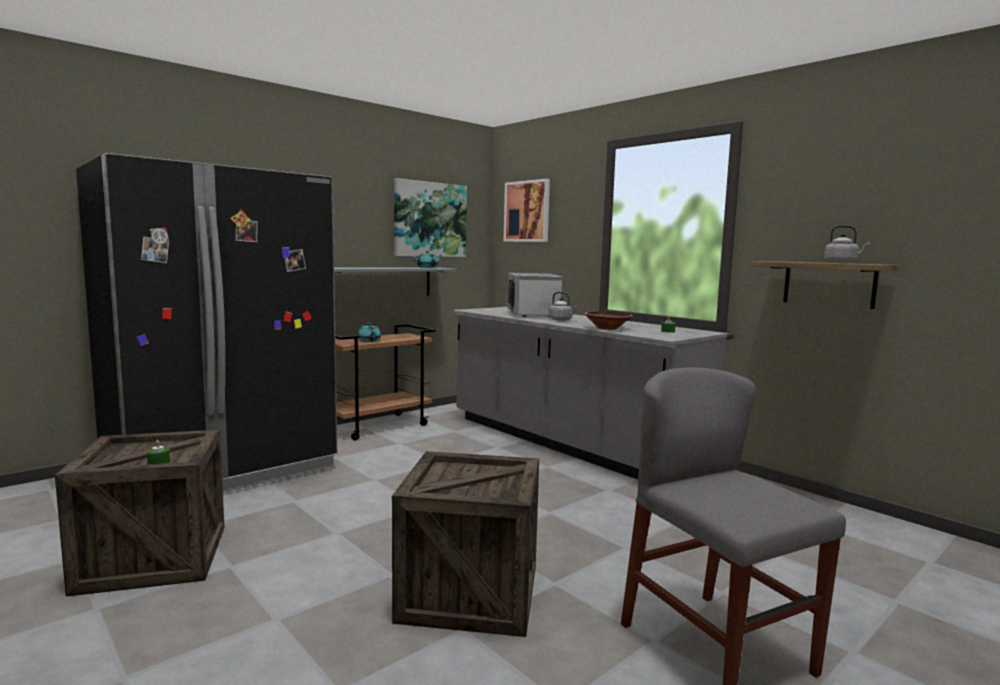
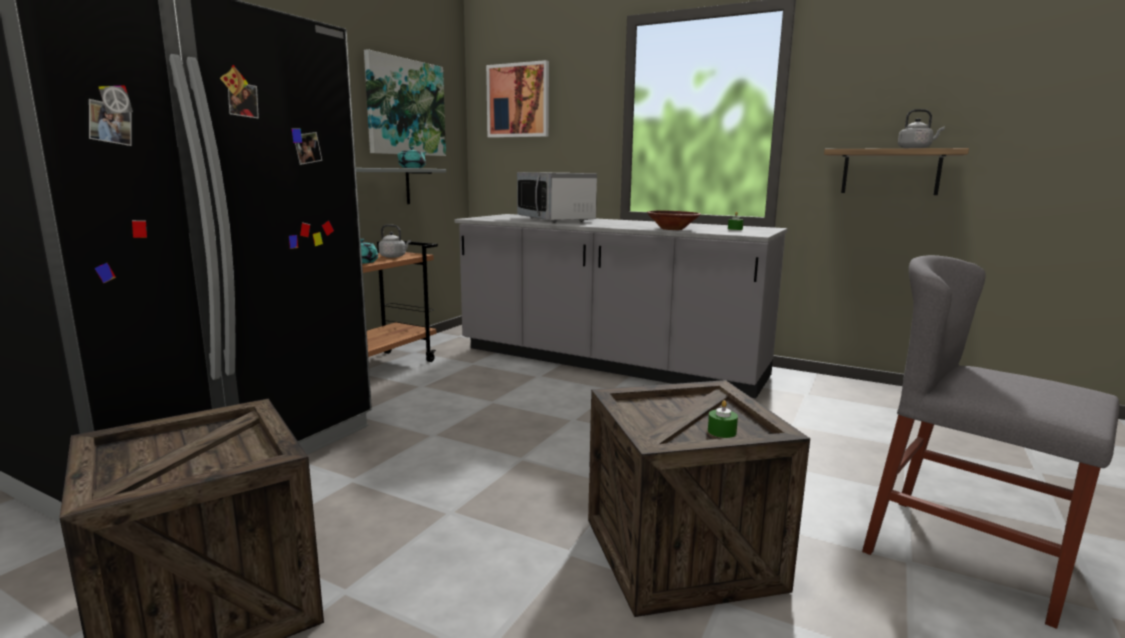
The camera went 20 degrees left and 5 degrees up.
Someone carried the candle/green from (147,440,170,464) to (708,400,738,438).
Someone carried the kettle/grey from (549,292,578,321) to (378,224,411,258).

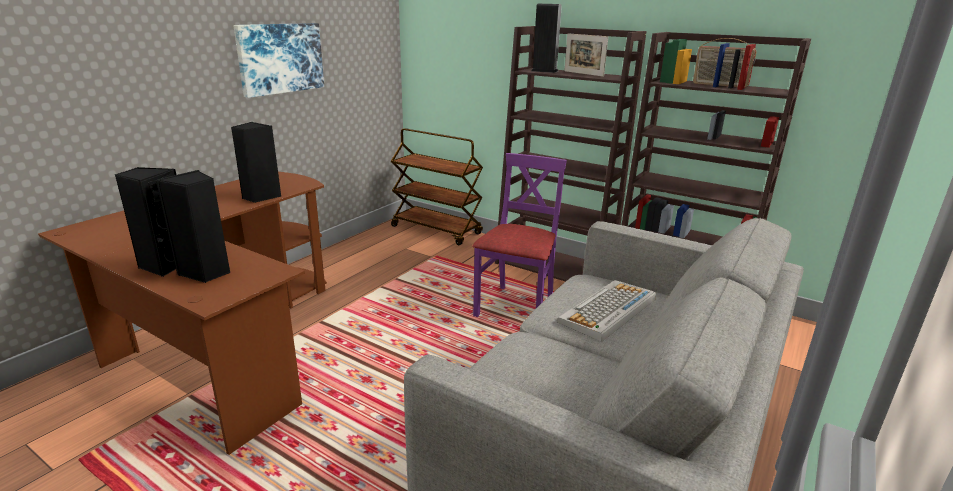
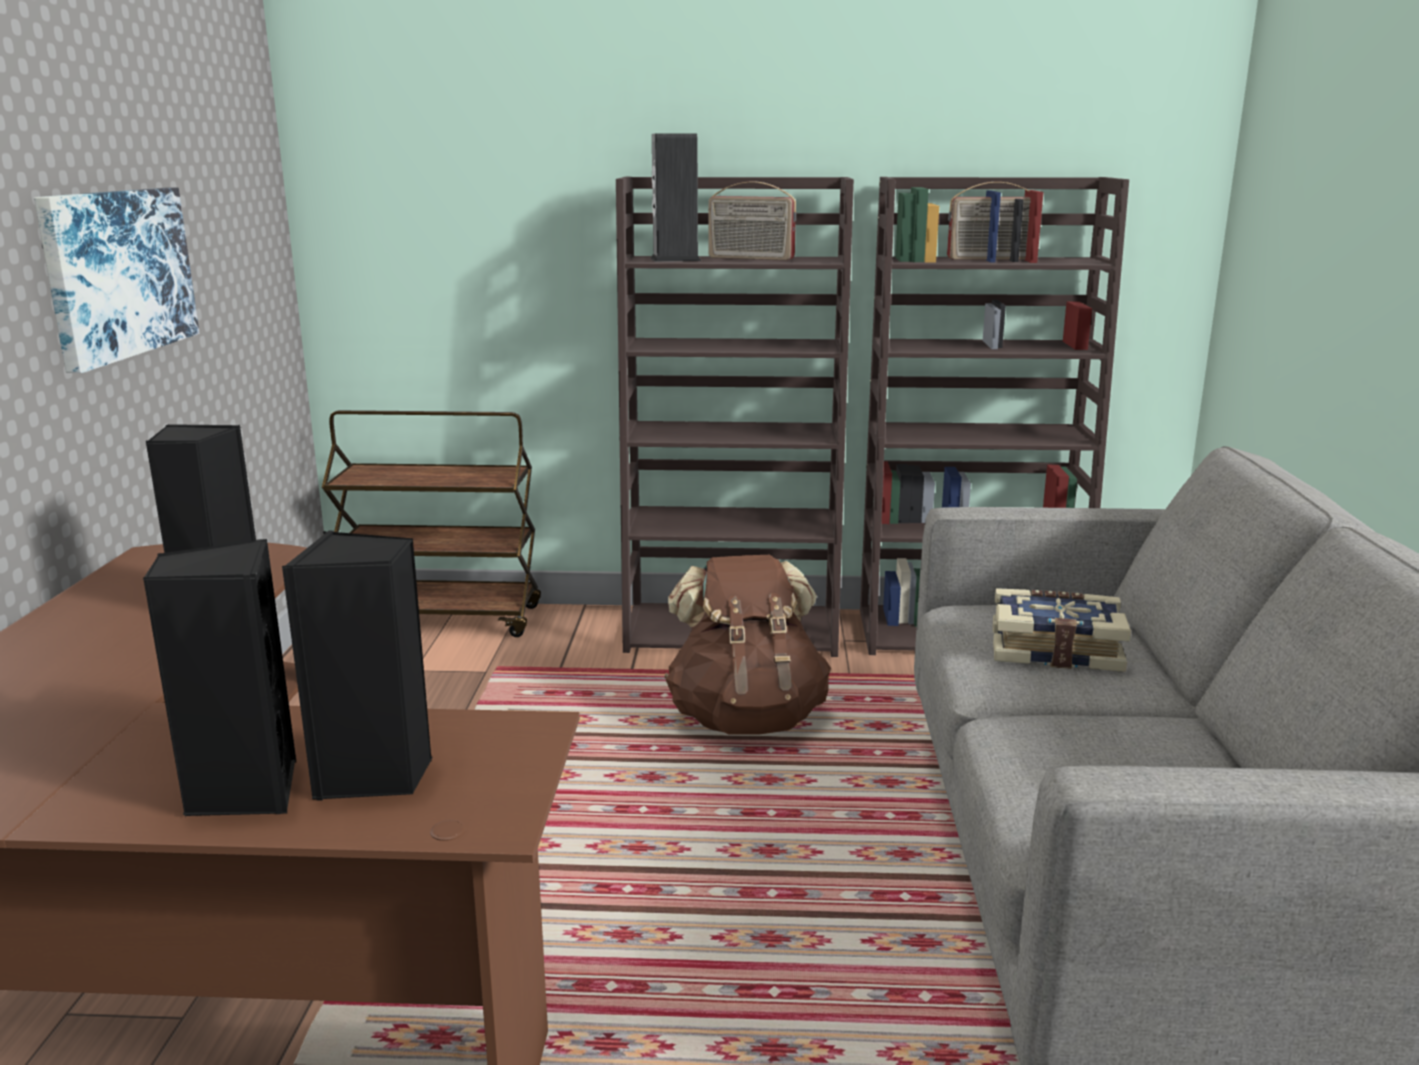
The camera went 30 degrees left and 5 degrees down.
Someone swapped the chair/purple-coloured at (473,153,567,317) for the knapsack/brown at (664,555,831,735).
Someone swapped the computer keyboard at (557,280,656,342) for the volume at (992,588,1131,672).
Someone swapped the photo frame at (564,33,608,77) for the radio set at (708,182,796,261).

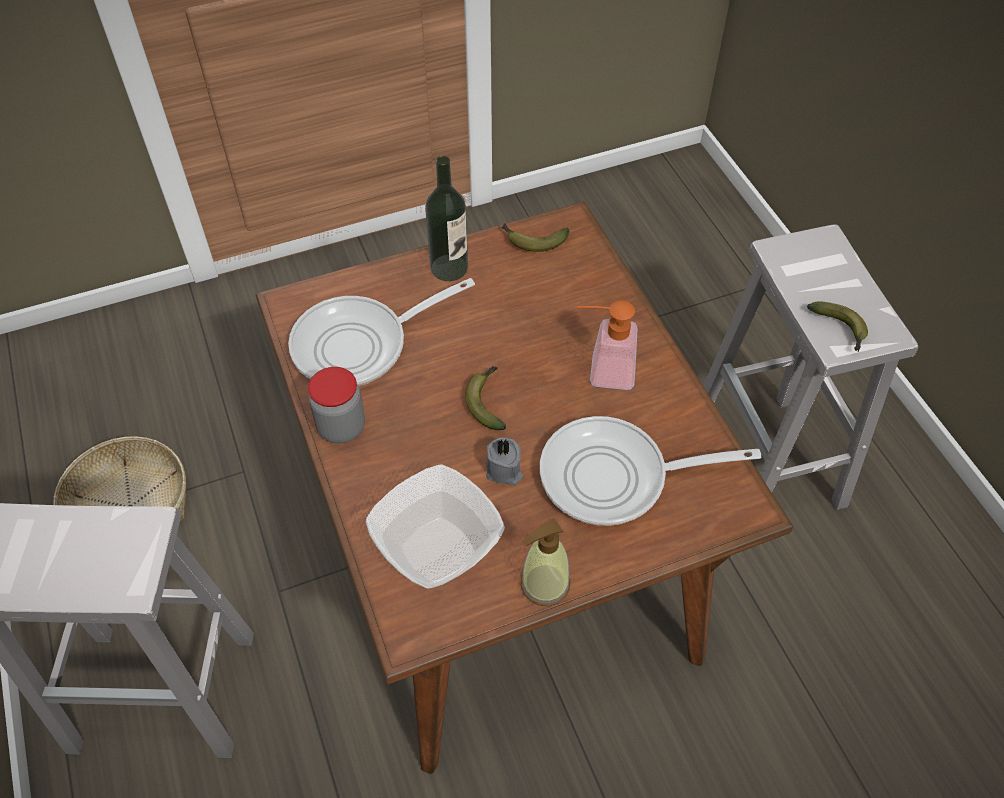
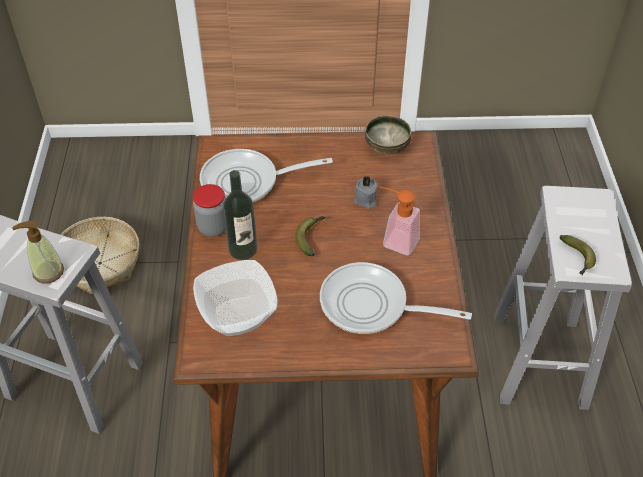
The camera went 20 degrees right and 5 degrees down.
Someone carried the drink bottle from (425,156,468,281) to (223,170,257,260).
Someone carried the candle/grey from (486,437,523,486) to (354,176,377,209).
Someone carried the liquid soap bottle from (521,518,570,606) to (12,221,64,283).
Someone swapped the banana at (502,223,570,252) for the deep dish at (365,115,412,154).

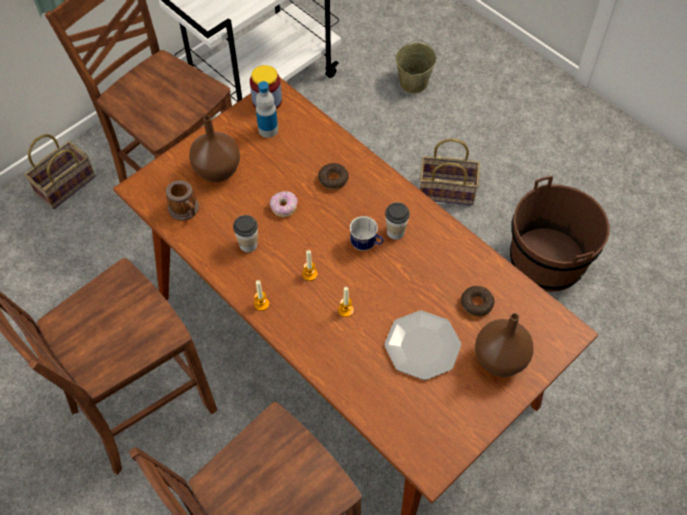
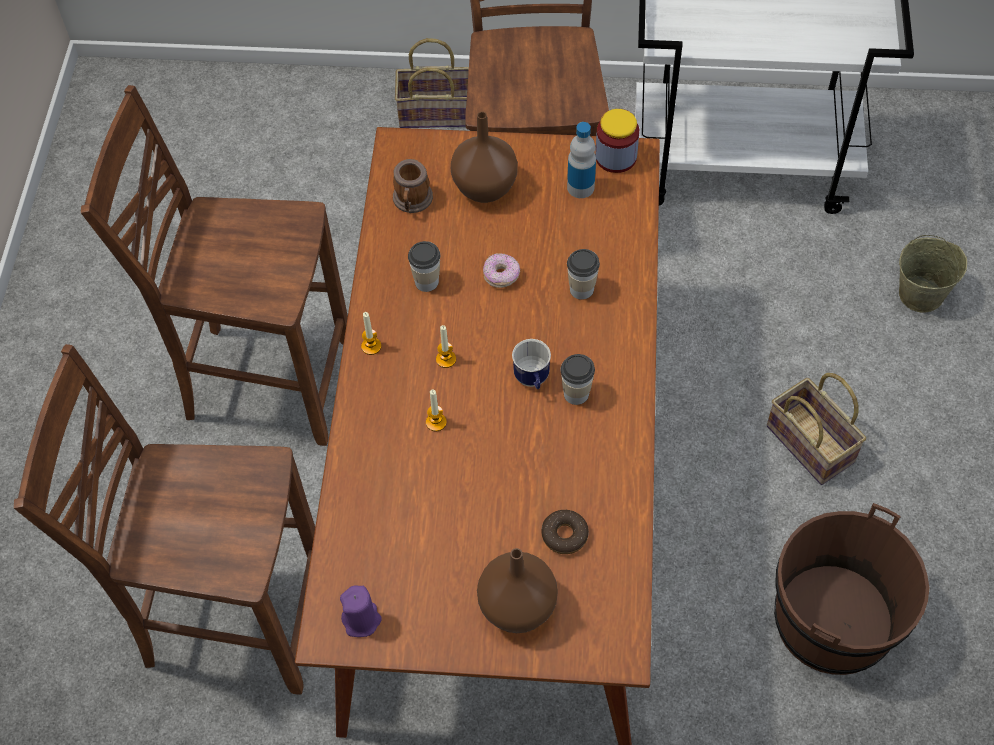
The camera went 50 degrees right and 0 degrees up.
Someone took away the dinner plate at (385,311,461,380).
Someone put down the candle/purple-coloured at (340,585,382,637).
Someone swapped the ring doughnut at (318,163,349,190) for the small cup at (567,249,600,300).

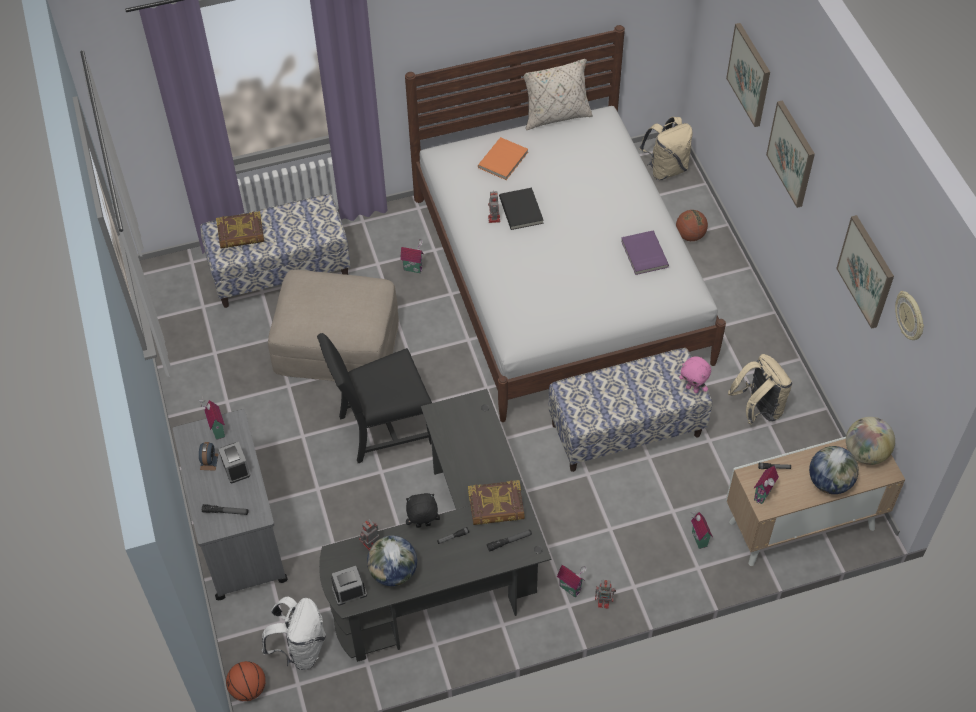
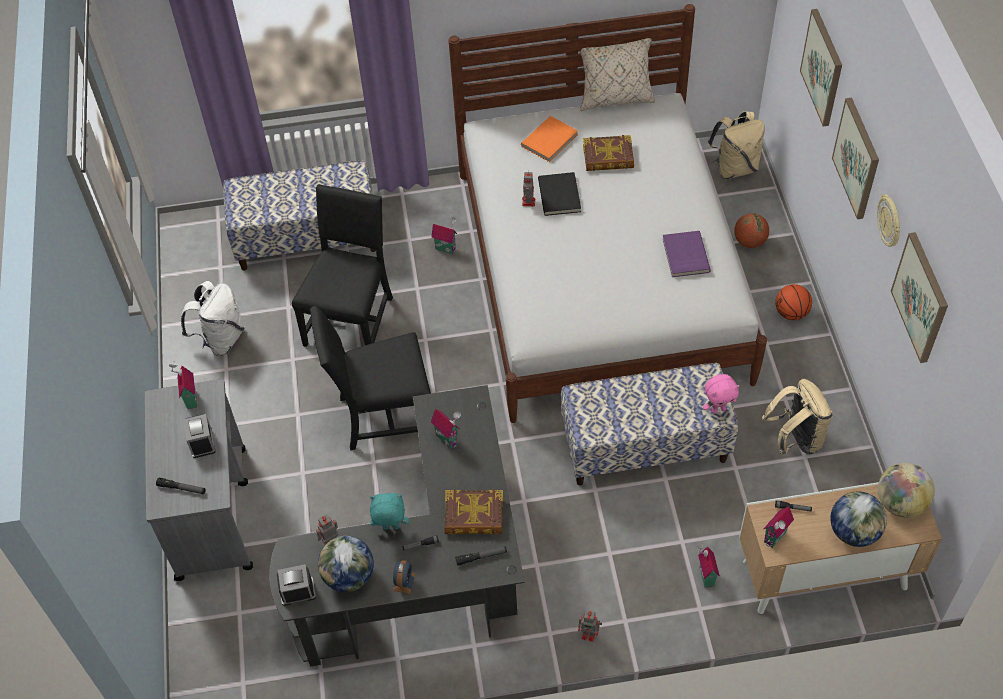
The camera went 10 degrees right and 0 degrees up.
Someone carried the bedside clock from (199,442,218,471) to (393,560,415,594).
Someone carried the volume from (216,211,264,248) to (583,135,634,171).
Someone carried the ball for basketball from (226,661,266,701) to (775,284,812,320).
Someone carried the knapsack/white from (262,597,326,670) to (181,281,245,356).
Someone carried the toy house from (557,565,587,597) to (431,408,461,449).
Someone carried the hanging clock from (895,291,924,340) to (877,194,900,247).
Someone swapped the pouffe/beige at (268,269,399,381) for the chair/black-coloured at (292,184,393,347).
Someone repainted the cuddly toy/black-coloured at (406,493,440,528), which became the cuddly toy/turquoise-coloured at (370,493,409,530).
Someone rotated the cuddly toy/pinkish at (679,356,711,393) by 60 degrees counterclockwise.

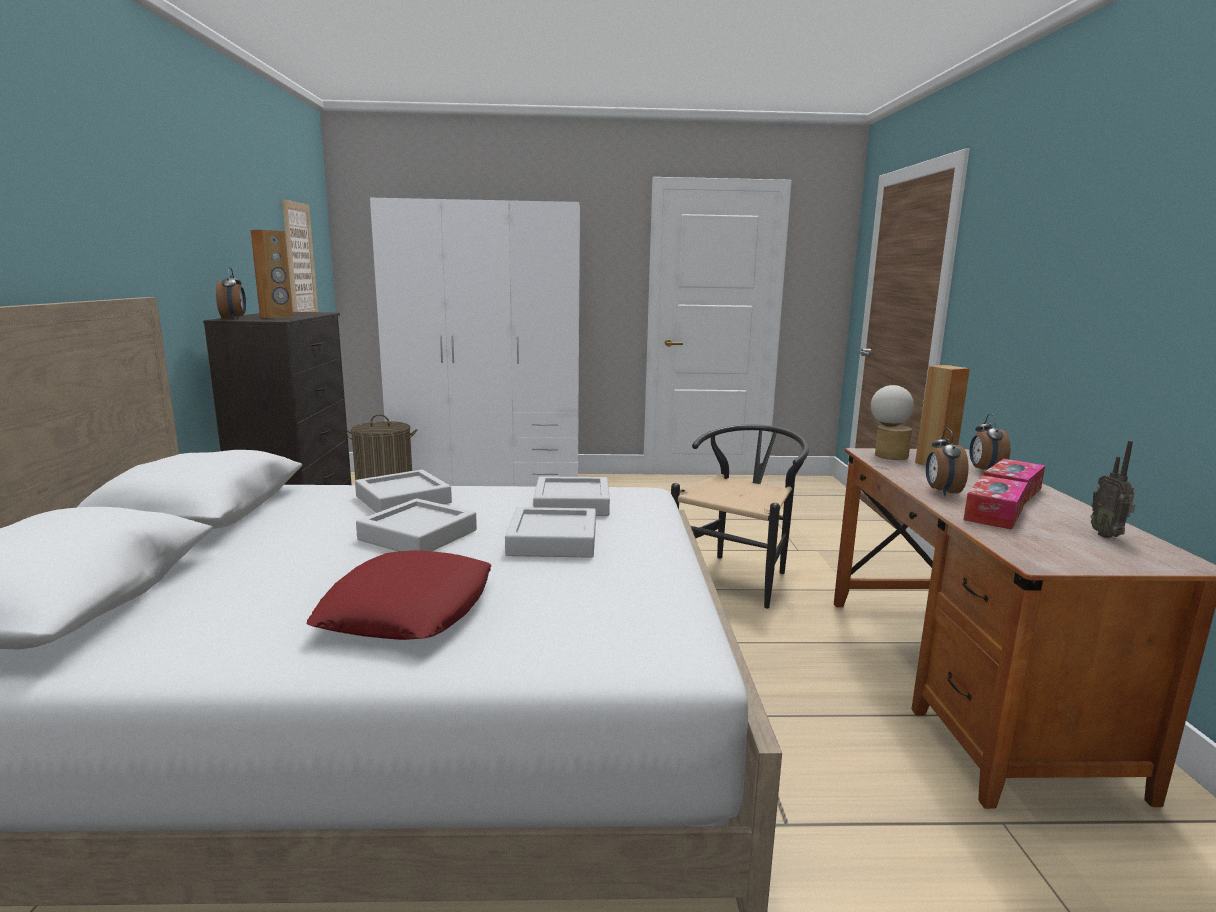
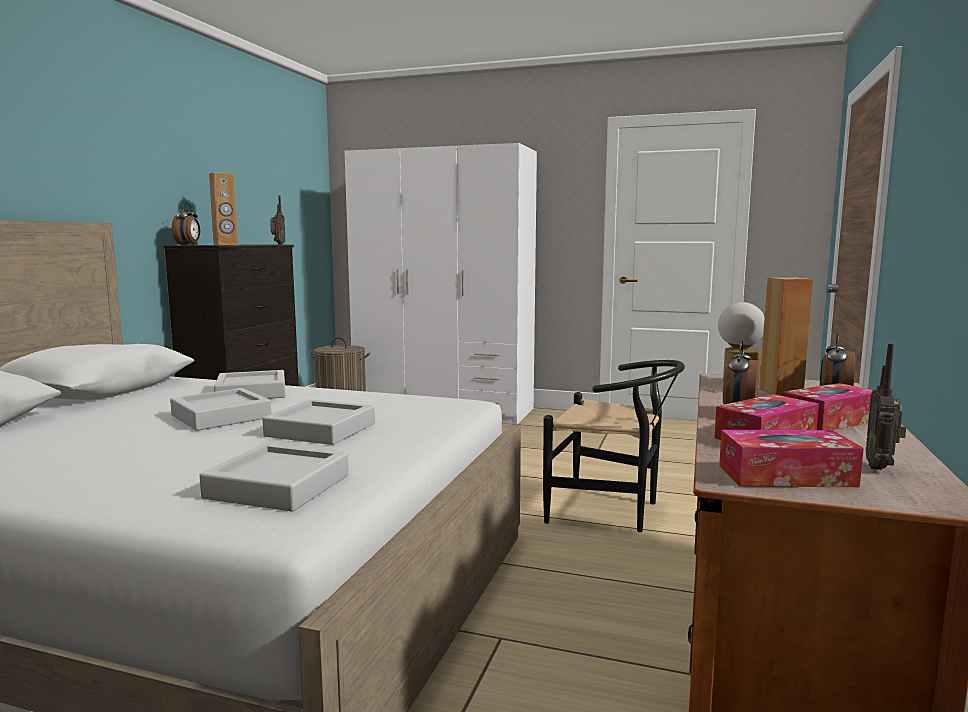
The camera went 20 degrees right and 5 degrees down.
Someone took away the wall picture at (282,199,318,312).
Someone took away the cushion/red at (306,550,491,640).
Someone put down the radio set at (270,195,285,244).
Someone put down the tissue holder at (719,430,864,487).
Someone carried the serving tray/grey from (533,476,610,516) to (199,443,349,512).
Someone rotated the chair/black-coloured at (671,424,809,608) by 60 degrees clockwise.

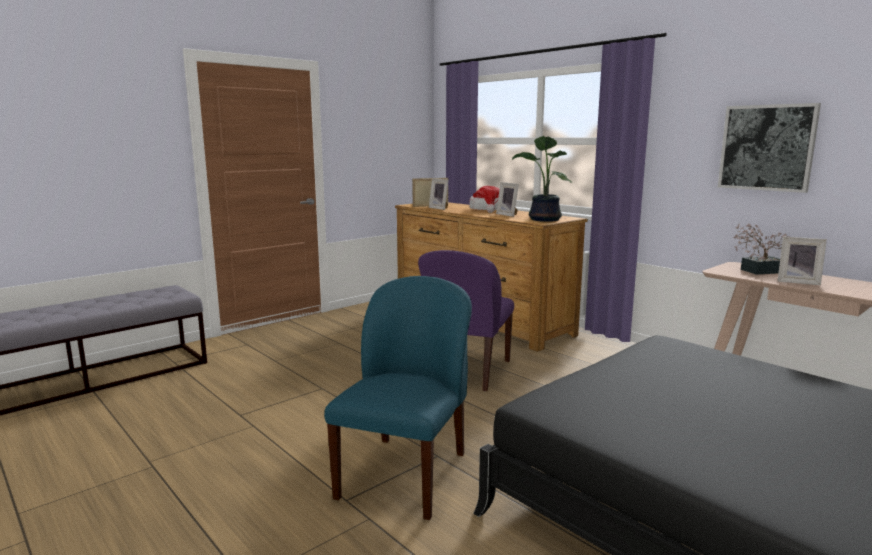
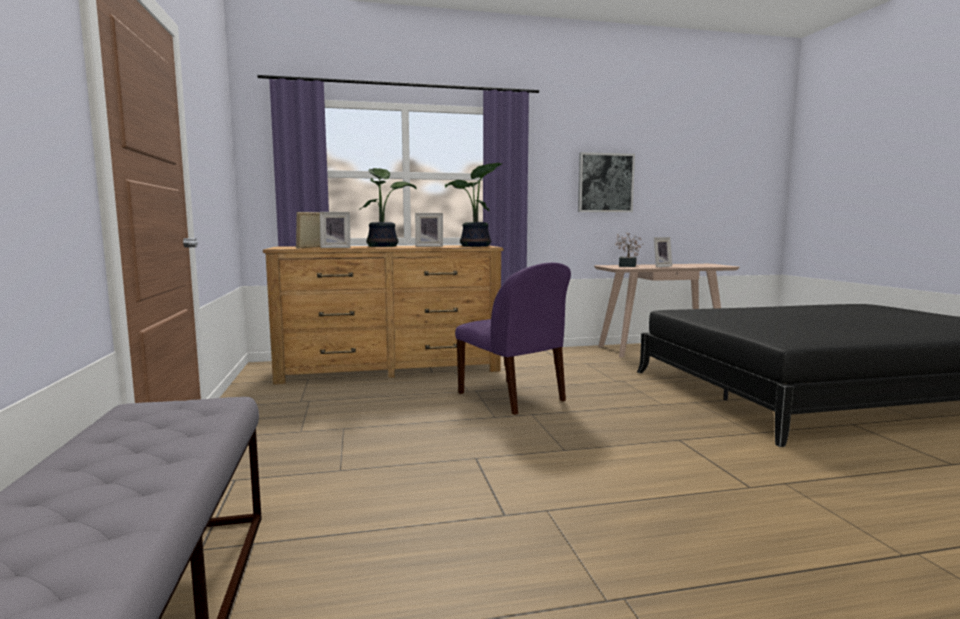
The camera went 60 degrees left and 5 degrees down.
Someone took away the chair/blue-coloured at (324,276,472,520).
Someone swapped the wearable hat at (469,186,500,213) for the potted plant at (359,168,417,247).

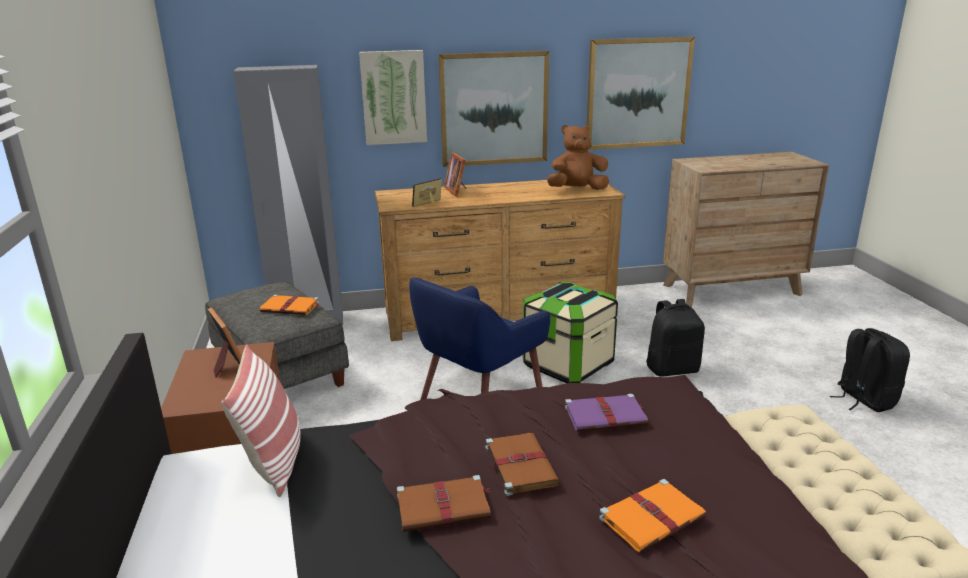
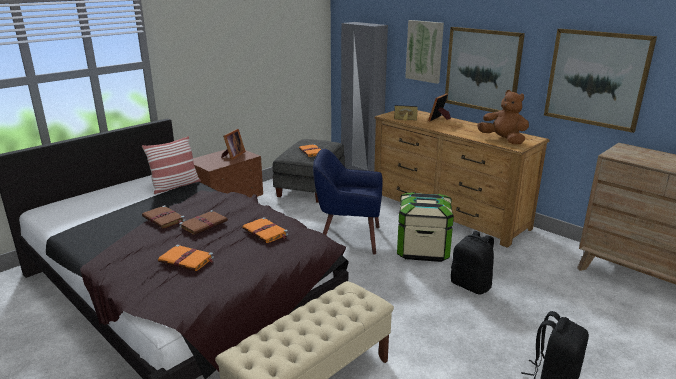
The camera went 55 degrees right and 0 degrees up.
Someone repainted the volume/purple-coloured at (565,394,649,432), which became the volume/orangey at (242,217,288,243).

